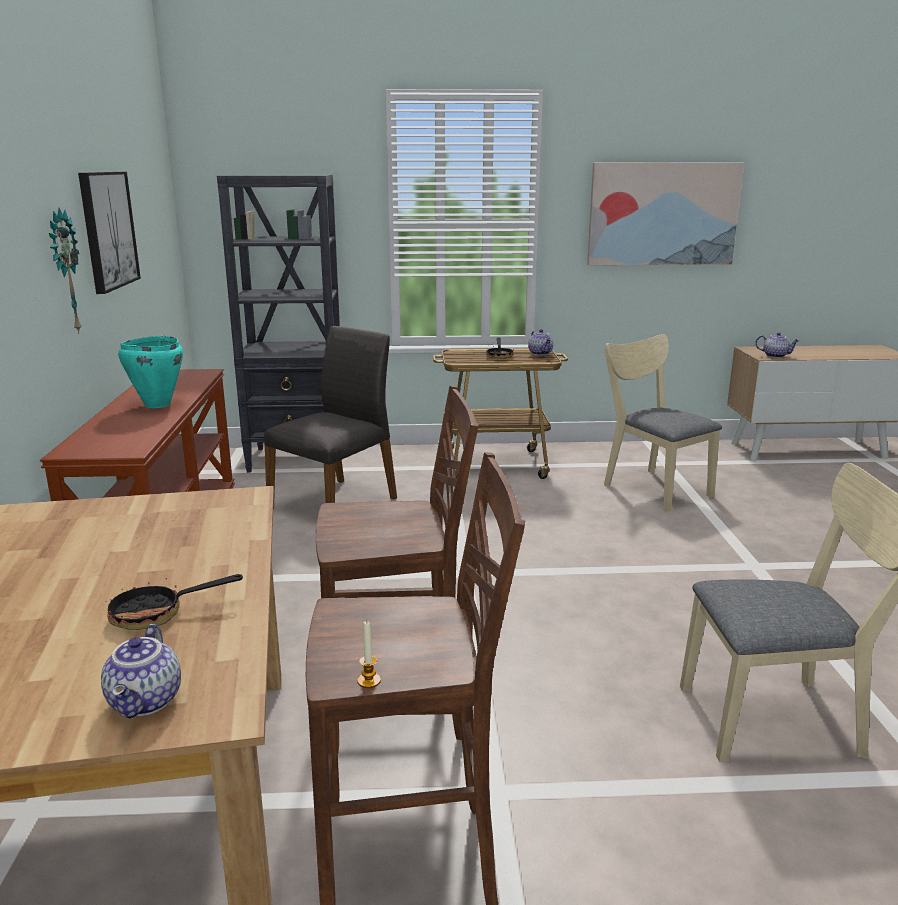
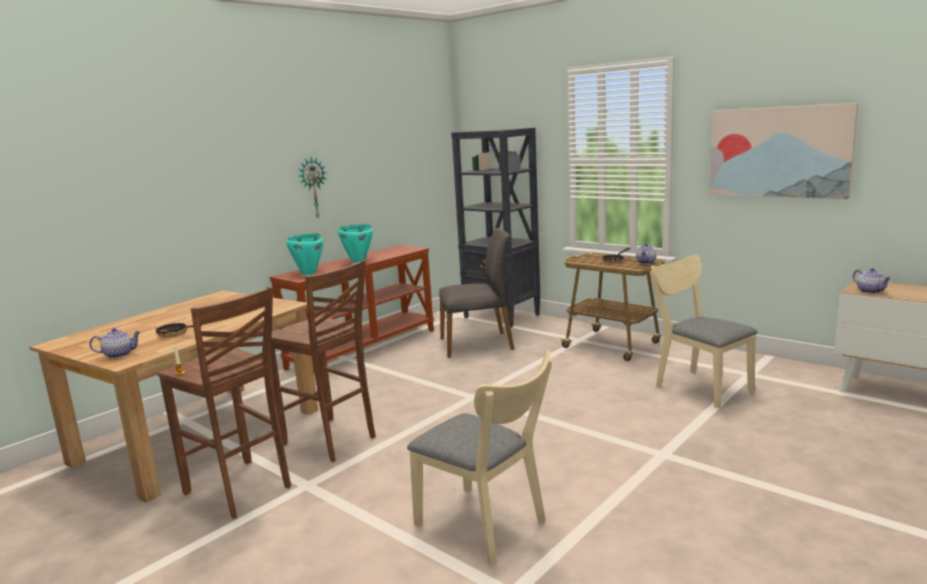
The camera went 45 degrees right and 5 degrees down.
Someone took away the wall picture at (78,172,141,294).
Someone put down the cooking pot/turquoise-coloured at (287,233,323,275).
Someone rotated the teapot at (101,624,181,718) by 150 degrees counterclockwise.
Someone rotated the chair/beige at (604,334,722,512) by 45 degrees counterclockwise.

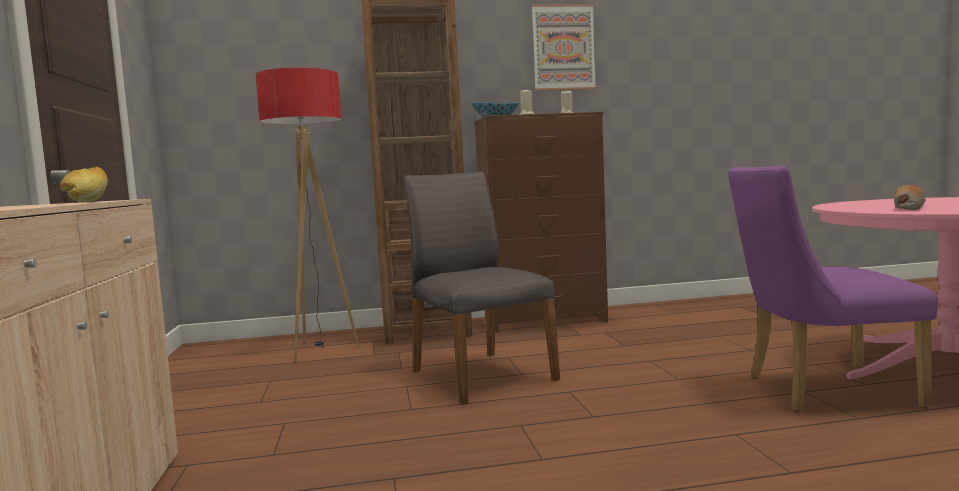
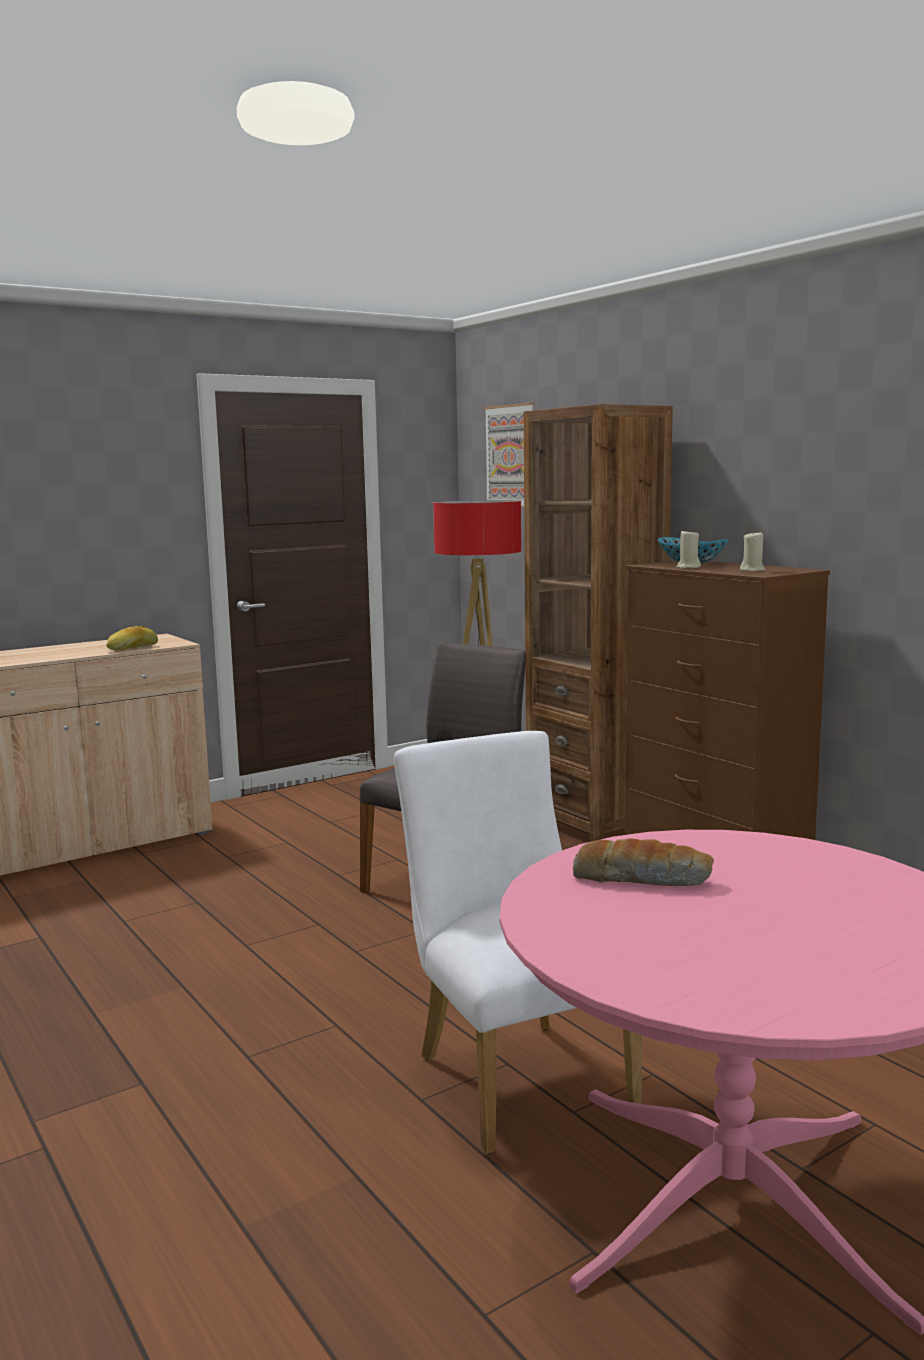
The camera went 65 degrees right and 5 degrees up.
Someone carried the wall picture from (532,4,596,91) to (484,402,535,508).
Someone repainted the chair/purple-coloured at (728,166,938,412), which became the chair/white at (394,731,642,1154).

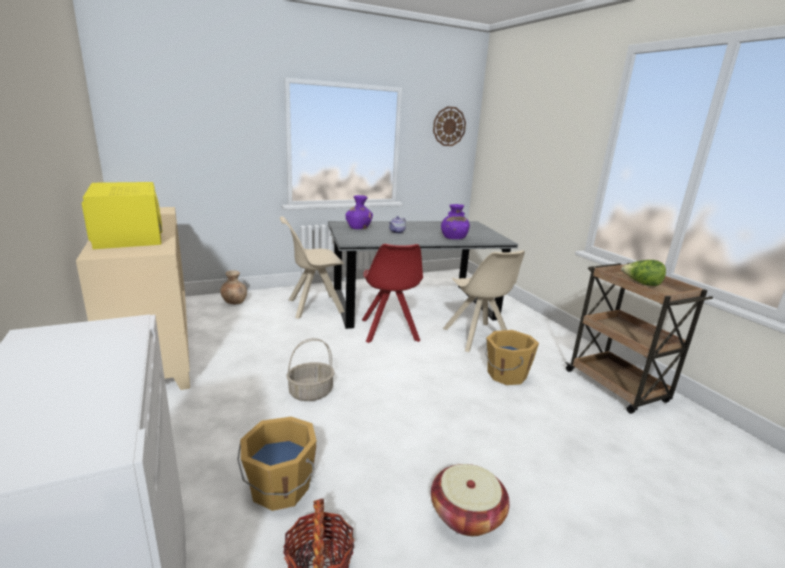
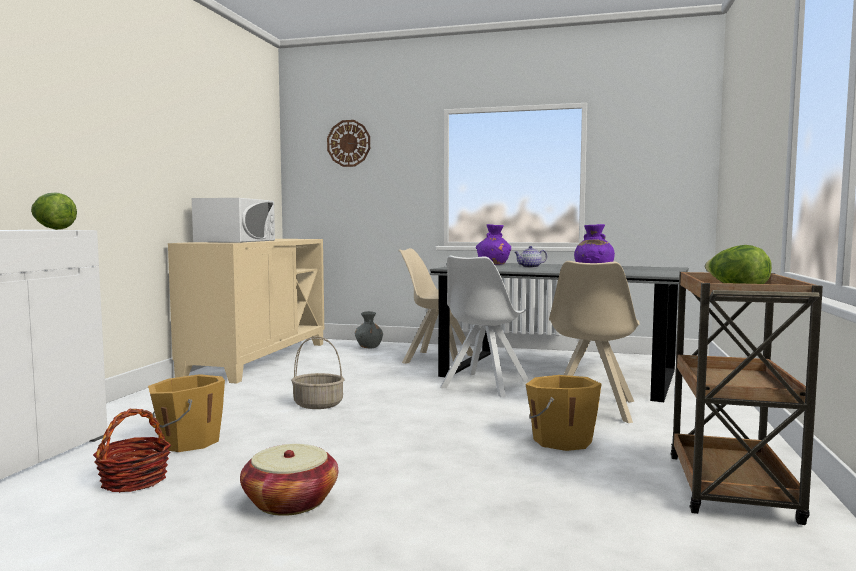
The camera went 40 degrees right and 15 degrees down.
Someone put down the lettuce at (31,193,77,230).
Someone carried the hanging clock from (433,106,466,146) to (327,120,370,167).
Someone repainted the kitchen microwave/yellowish at (82,182,162,249), which became the kitchen microwave/white at (192,198,275,243).
Someone repainted the flower vase/brown at (220,270,247,304), which became the flower vase/grey at (355,311,383,348).
Someone repainted the chair/red at (362,244,423,343), which became the chair/white at (440,256,529,397).

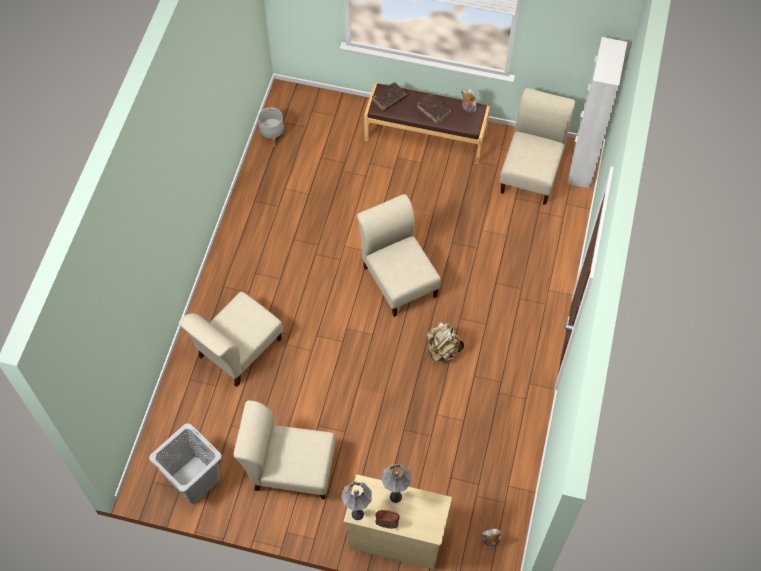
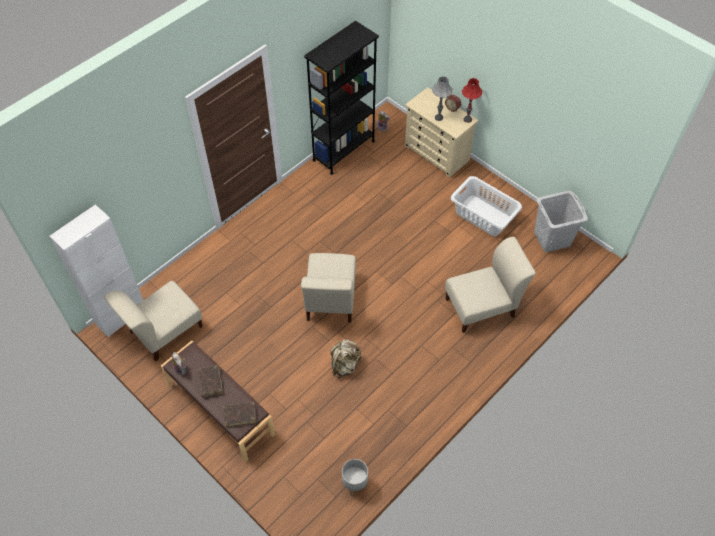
The camera went 150 degrees left and 5 degrees down.
Someone put down the shelving unit/black-coloured at (304,21,379,175).
Someone carried the knapsack/beige from (427,322,464,361) to (330,339,362,378).
Someone swapped the chair/beige at (233,400,336,499) for the laundry basket/white at (451,176,522,236).
Someone repainted the table lamp/grey at (341,481,372,520), which became the table lamp/red at (462,78,482,123).

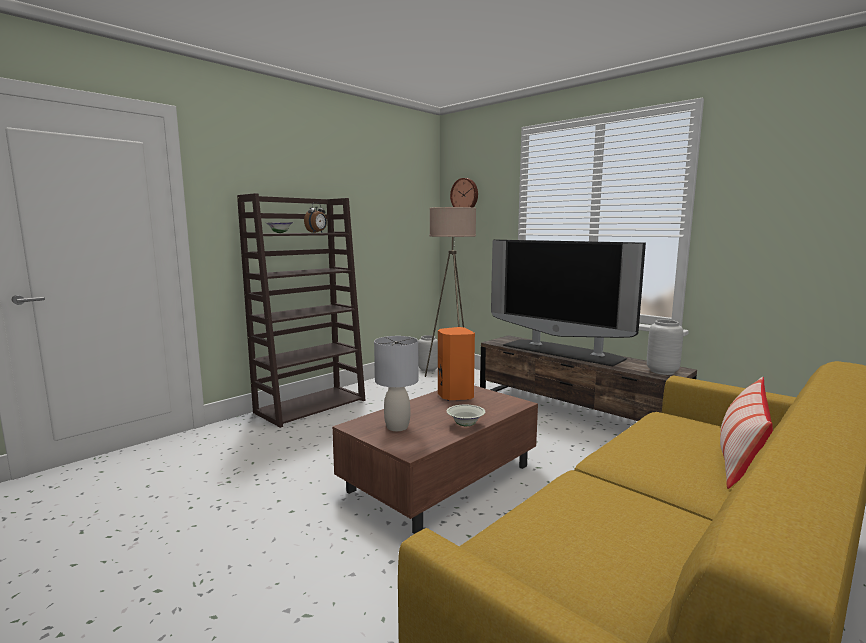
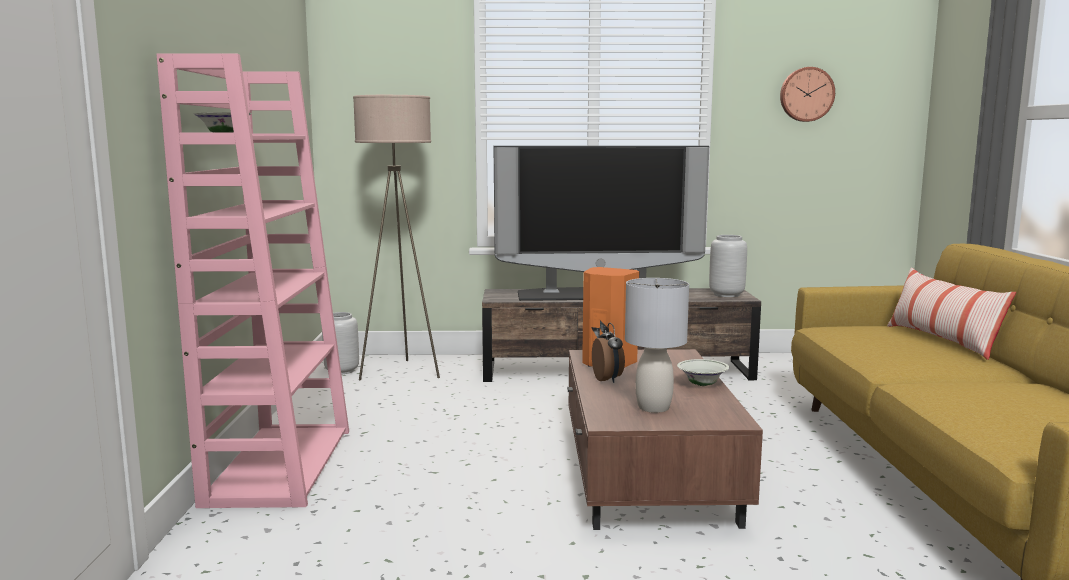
The camera went 45 degrees left and 0 degrees up.
Someone carried the bedside clock from (304,202,327,233) to (592,323,625,383).
Someone carried the hanging clock from (450,178,478,207) to (780,67,835,122).
Someone repainted the shelving unit/brown at (237,193,366,428), which became the shelving unit/pinkish at (156,53,349,508).

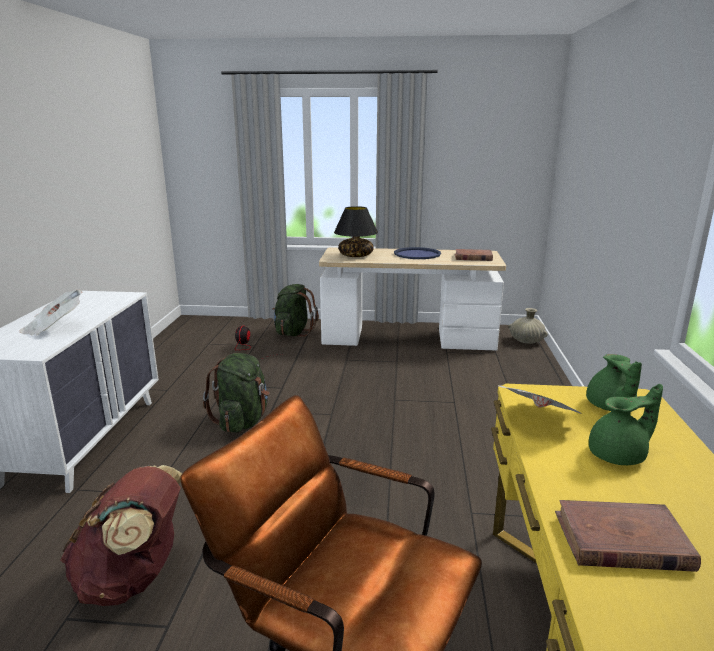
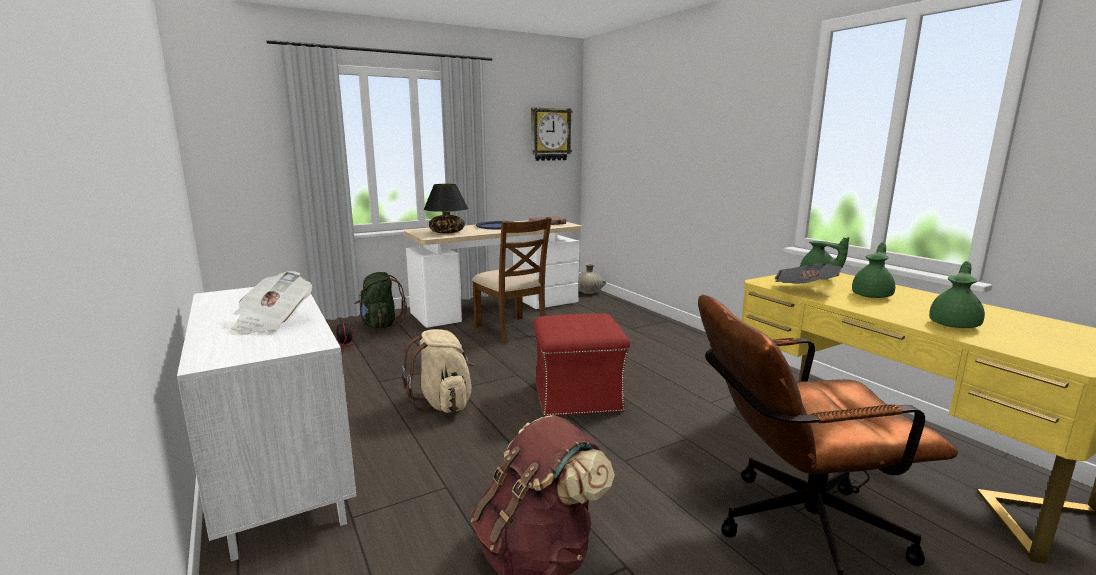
The camera went 35 degrees left and 5 degrees down.
Someone put down the chair/brown at (472,217,552,344).
Someone put up the hanging clock at (531,107,572,161).
Someone put down the pouffe/red at (534,314,630,417).
Someone swapped the volume/brown at (555,500,701,572) for the teapot/green at (929,261,985,328).
Someone repainted the knapsack/green at (203,353,270,433), which became the knapsack/beige at (402,329,475,413).

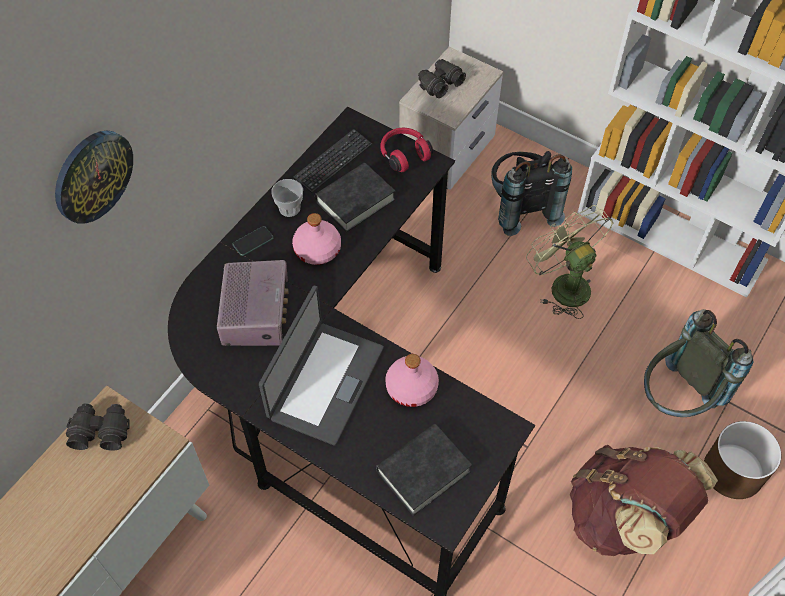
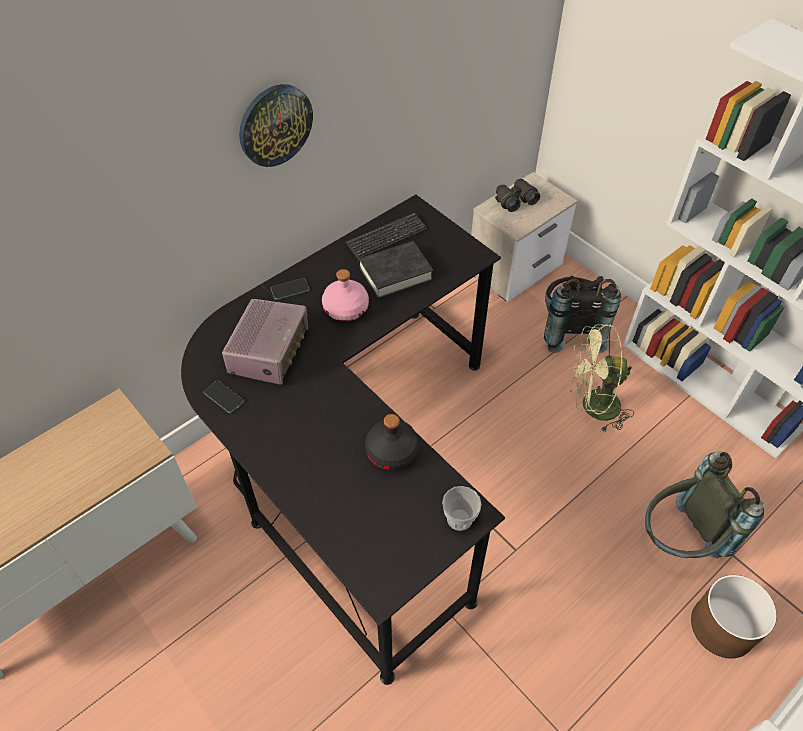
The camera went 15 degrees right and 5 degrees down.
Someone took away the pair of binoculars/black-coloured at (66,404,129,451).
Someone took away the laptop at (259,286,384,446).
Someone took away the volume/black-coloured at (376,424,472,516).
Someone took away the headset/red at (380,128,433,172).
Someone took away the knapsack/brown at (570,445,718,556).
Someone put down the phone at (204,380,244,413).
Someone carried the hanging clock from (55,130,133,224) to (239,84,313,167).
Someone carried the small cup from (271,179,303,217) to (442,486,482,531).
Someone repainted the drink bottle/pinkish at (385,354,439,407), which became the drink bottle/black-coloured at (365,414,419,470).
Someone rotated the cooling fan/green at (526,205,613,319) by 75 degrees counterclockwise.

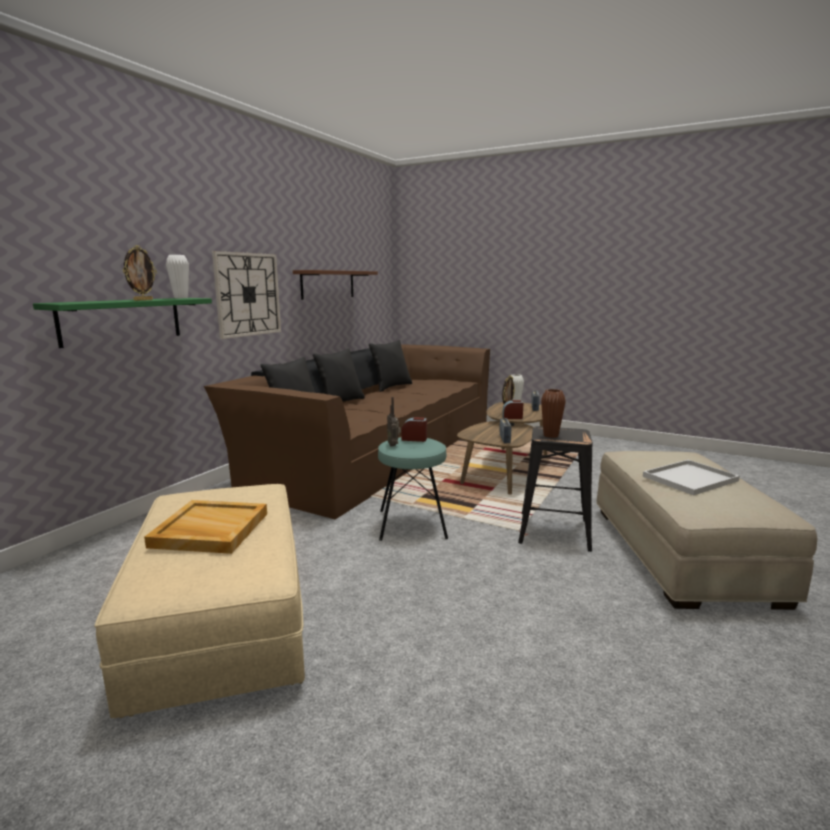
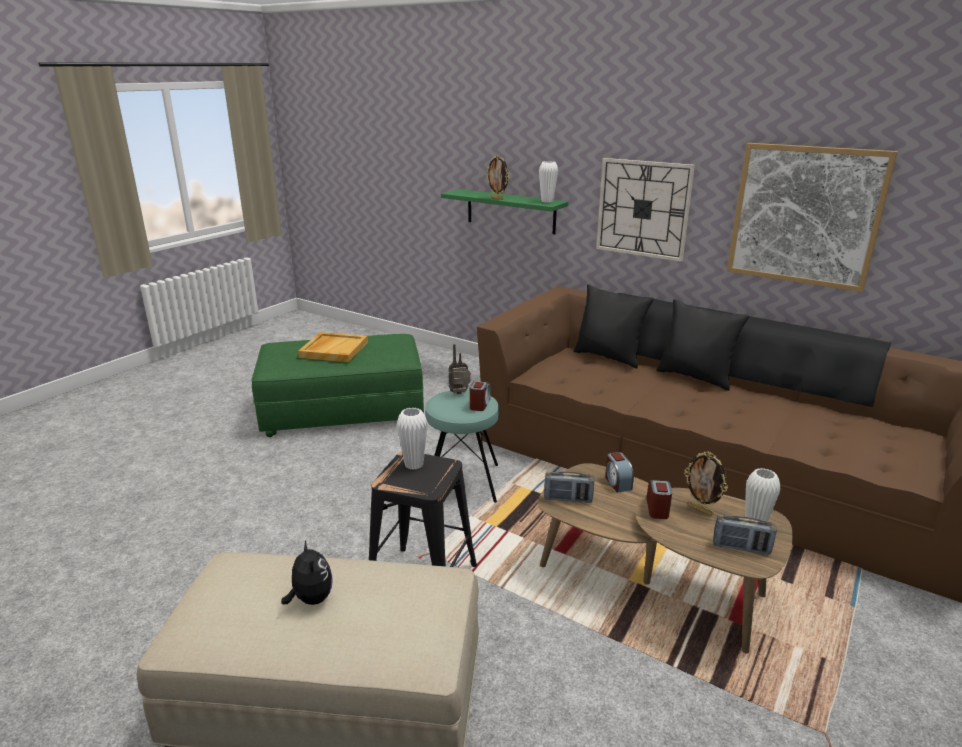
The camera went 95 degrees right and 10 degrees up.
Someone took away the cushion/black-coloured at (369,340,412,392).
Someone put down the bedside clock at (605,452,634,493).
Someone swapped the shelf/brown at (293,270,378,300) for the wall picture at (727,143,898,292).
Someone swapped the serving tray/white at (643,460,740,495) for the cuddly toy at (281,540,333,605).
Someone repainted the pouffe/beige at (94,484,305,718), which became the pouffe/green at (252,334,424,437).
Someone repainted the flower vase/brown at (541,389,566,438), which became the flower vase/white at (397,408,428,470).

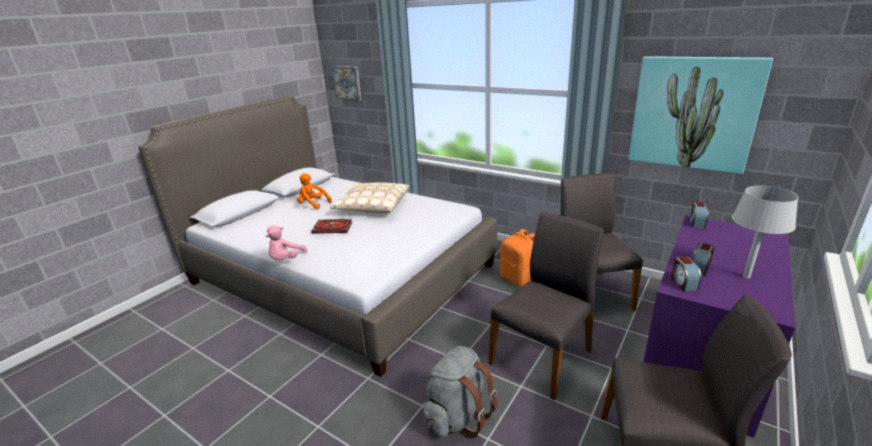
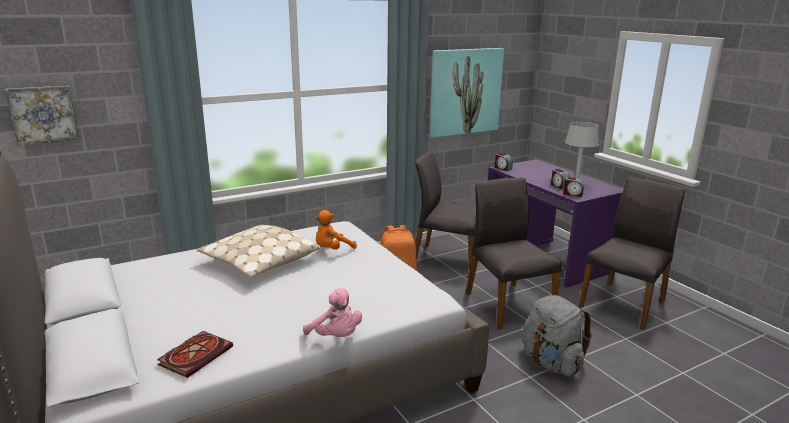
The camera went 65 degrees left and 5 degrees down.
Someone carried the cuddly toy/orangey from (297,173,332,210) to (315,210,357,250).
Someone carried the volume from (311,219,352,234) to (157,331,233,378).

